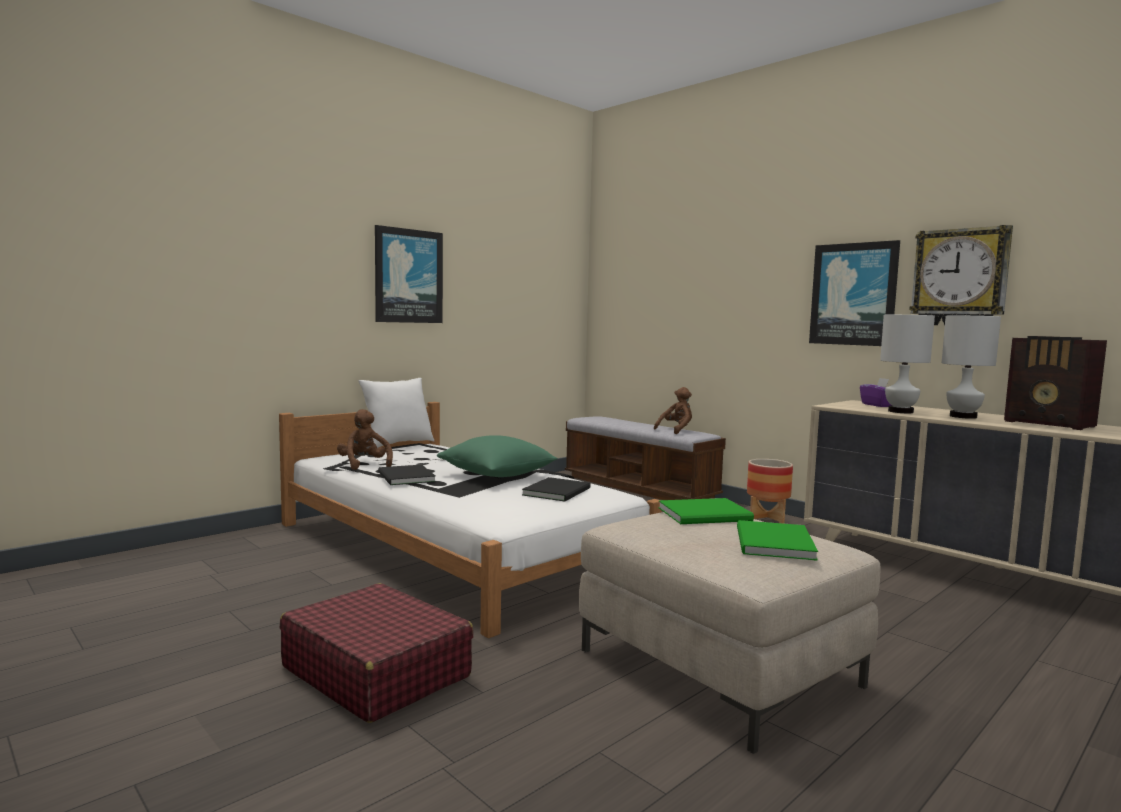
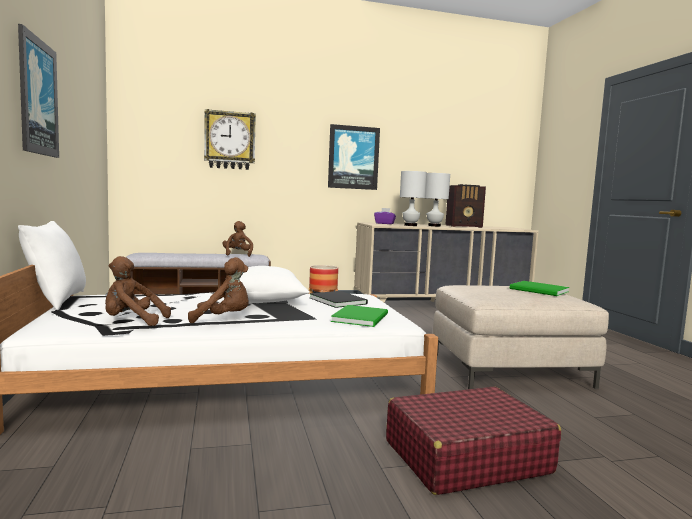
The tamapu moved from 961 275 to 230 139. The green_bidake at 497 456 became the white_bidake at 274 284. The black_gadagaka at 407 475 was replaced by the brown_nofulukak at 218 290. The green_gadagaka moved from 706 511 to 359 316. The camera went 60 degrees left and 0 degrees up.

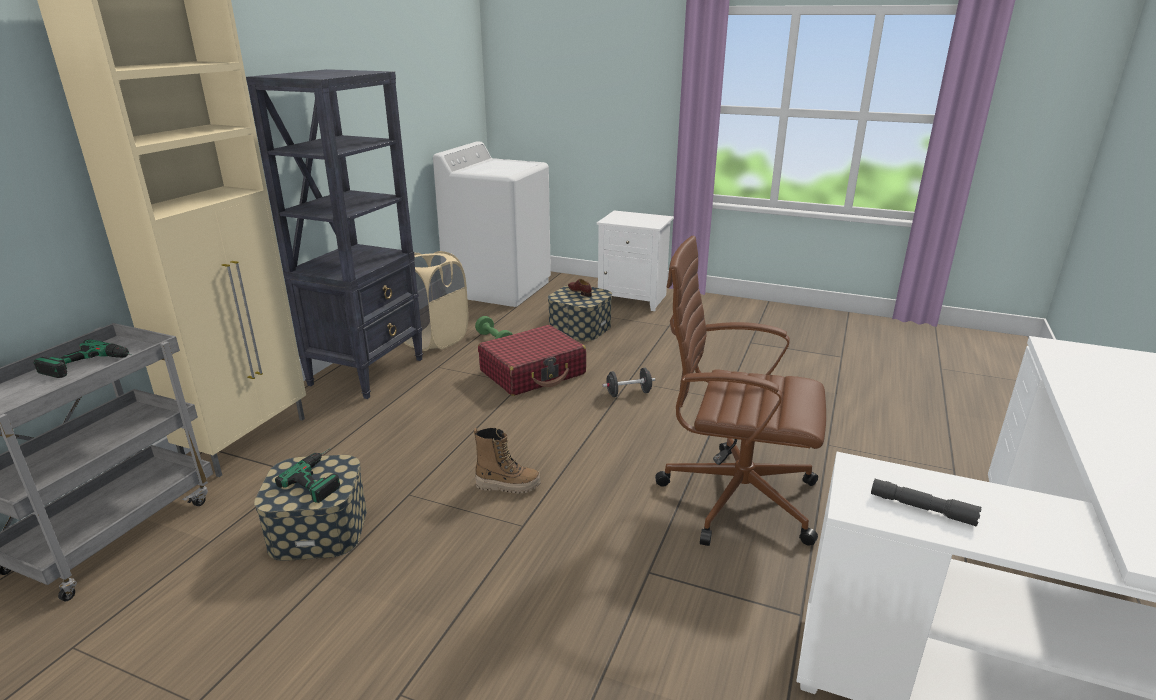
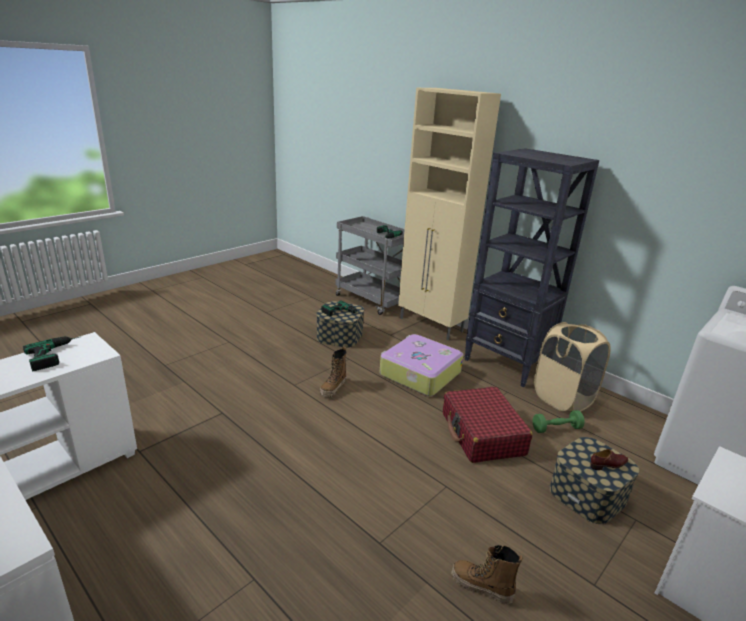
The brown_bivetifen at 740 391 disappeared. The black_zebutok at 629 382 disappeared. The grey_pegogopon at 926 503 was replaced by the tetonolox at 52 353. The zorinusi at 421 365 appeared. The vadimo at 487 574 appeared. The camera went 110 degrees right and 0 degrees up.

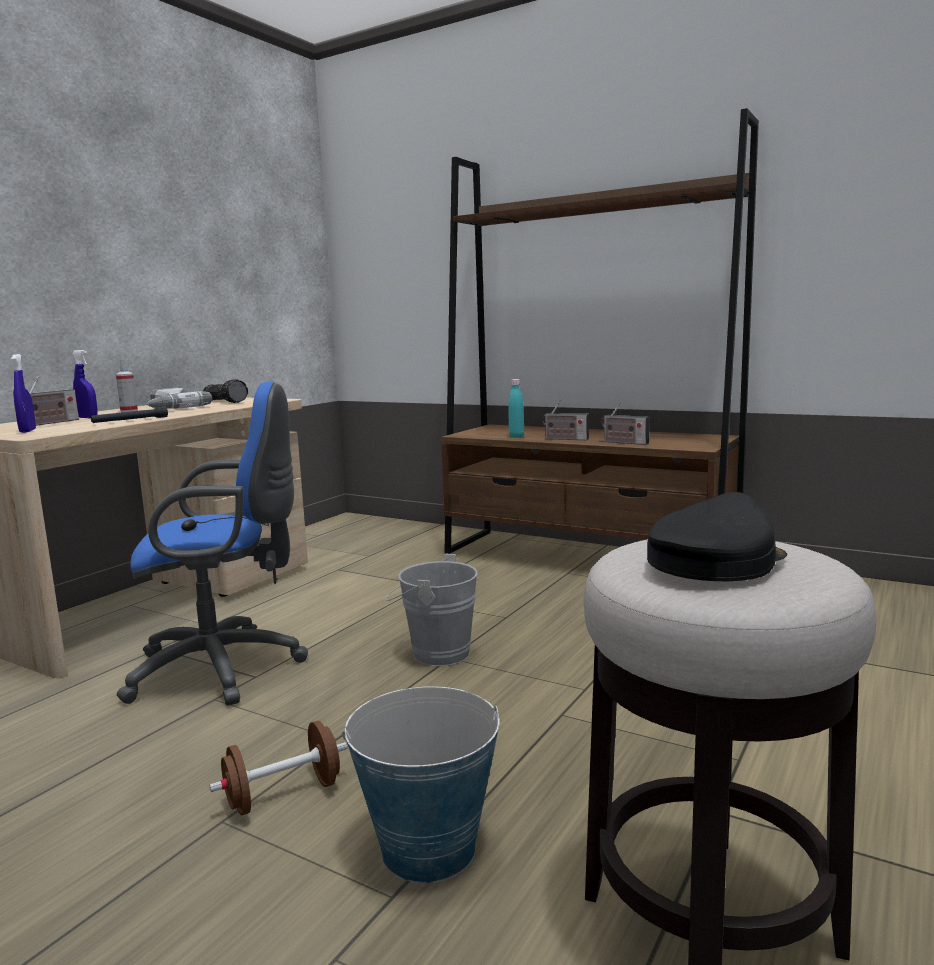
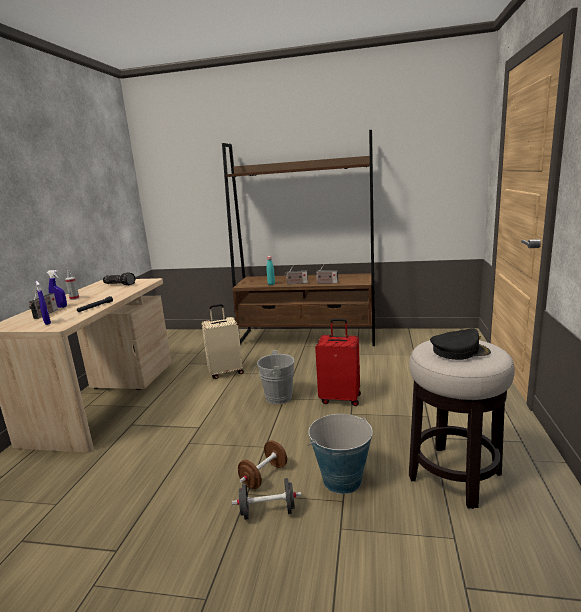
The blue_bivetifen at 212 543 disappeared. The tetonolox at 179 398 disappeared. The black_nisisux at 717 536 turned 60 degrees clockwise. The beige_zorinusi at 223 341 appeared. The red_zorinusi at 338 362 appeared. The black_zebutok at 266 499 appeared. The camera went 20 degrees left and 5 degrees up.

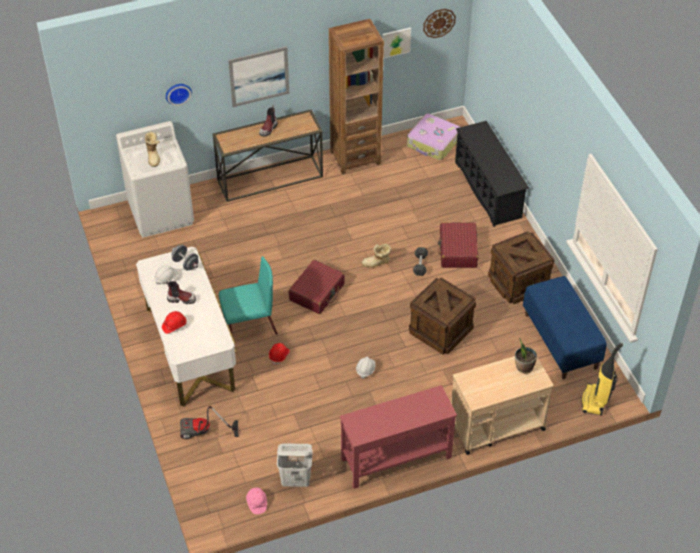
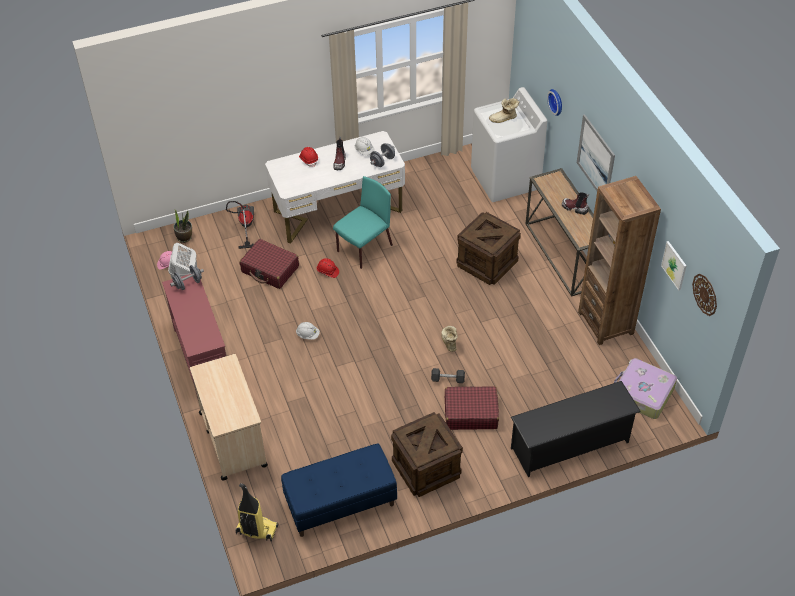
The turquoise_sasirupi at 248 295 turned 120 degrees counterclockwise. The red_zorinusi moved from 316 287 to 269 264. The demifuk moved from 442 316 to 489 248. The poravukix moved from 526 355 to 183 226. The grey_zebutok at 187 277 appeared. The camera went 90 degrees right and 0 degrees up.

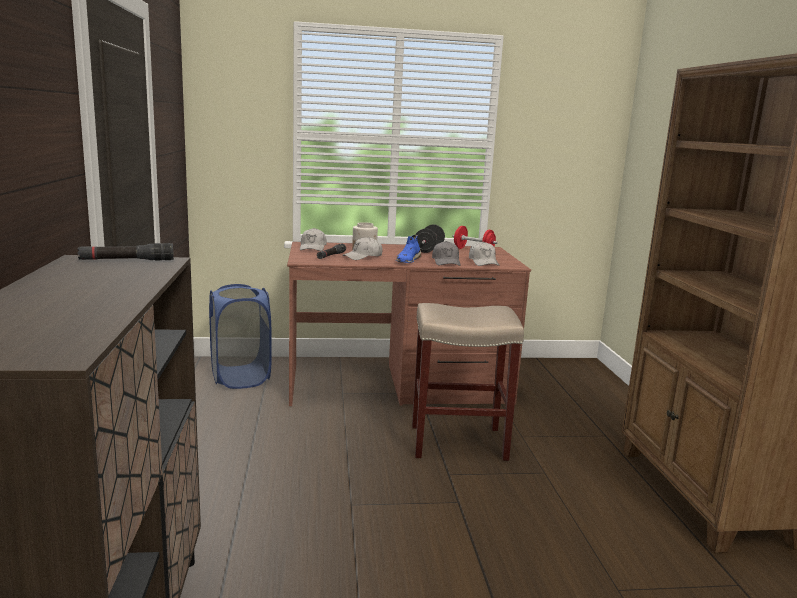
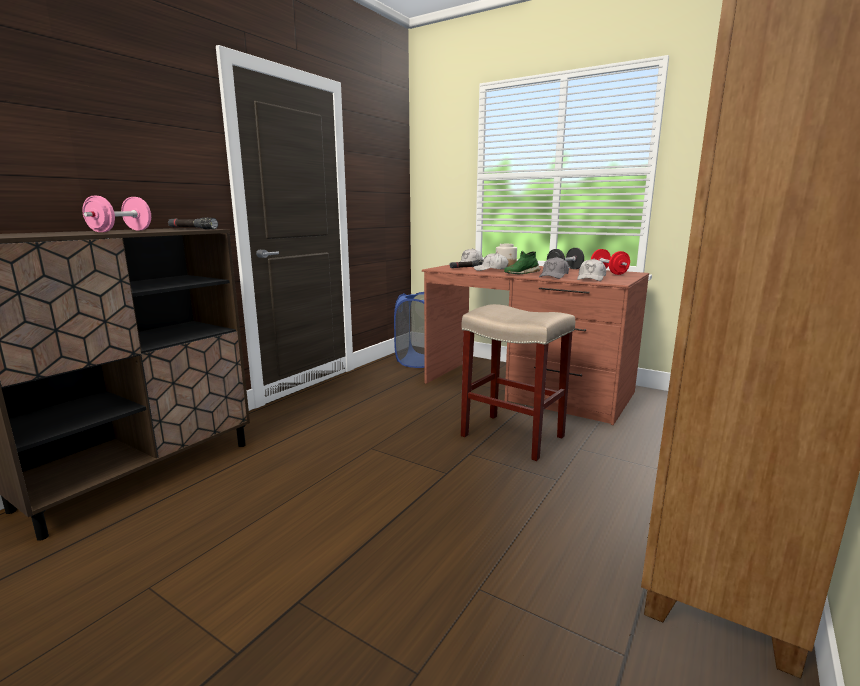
The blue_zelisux at 408 249 became the green_zelisux at 522 262. The pink_zebutok at 116 214 appeared. The camera went 40 degrees right and 0 degrees up.

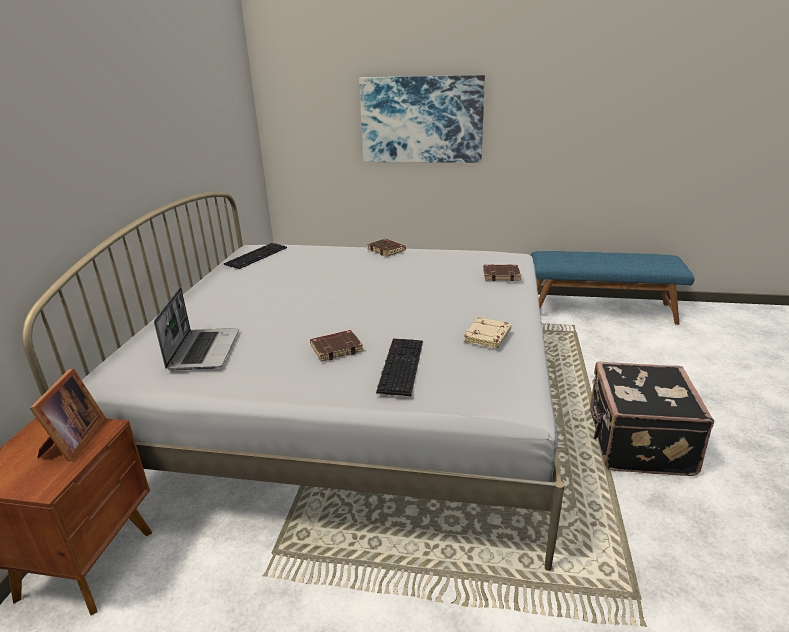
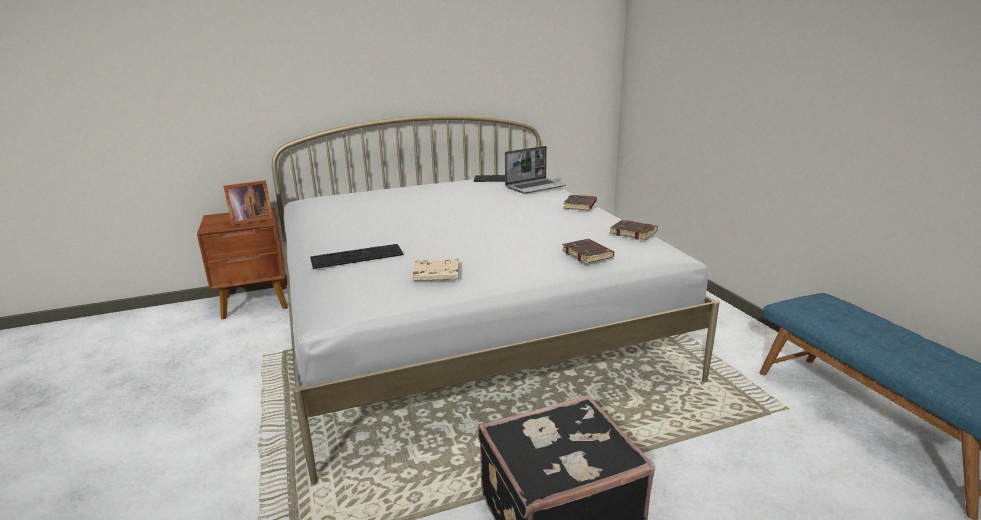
The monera at 422 119 disappeared. The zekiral moved from 196 329 to 535 170. The brown_gadagaka moved from 336 346 to 634 230. The camera went 60 degrees right and 5 degrees down.

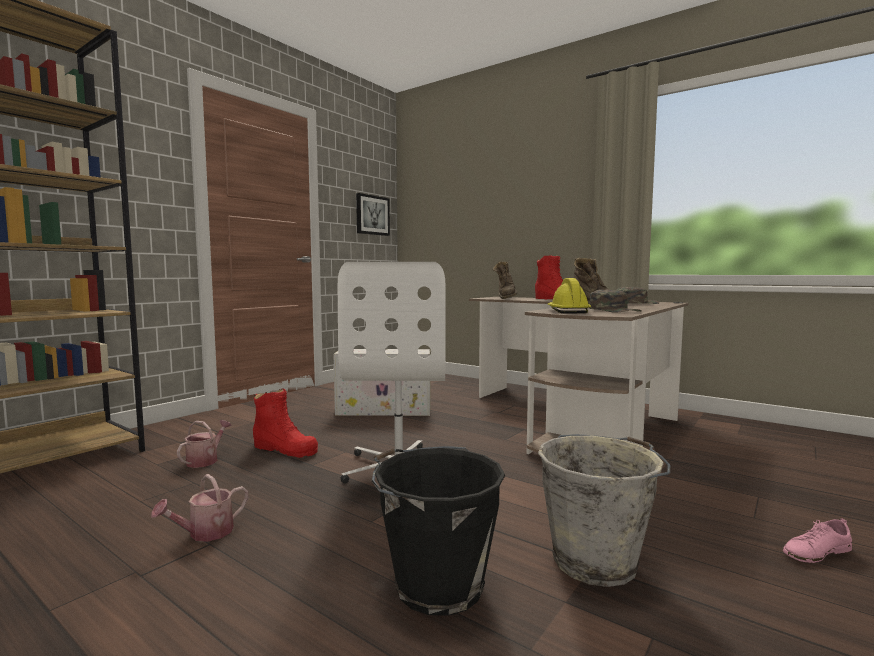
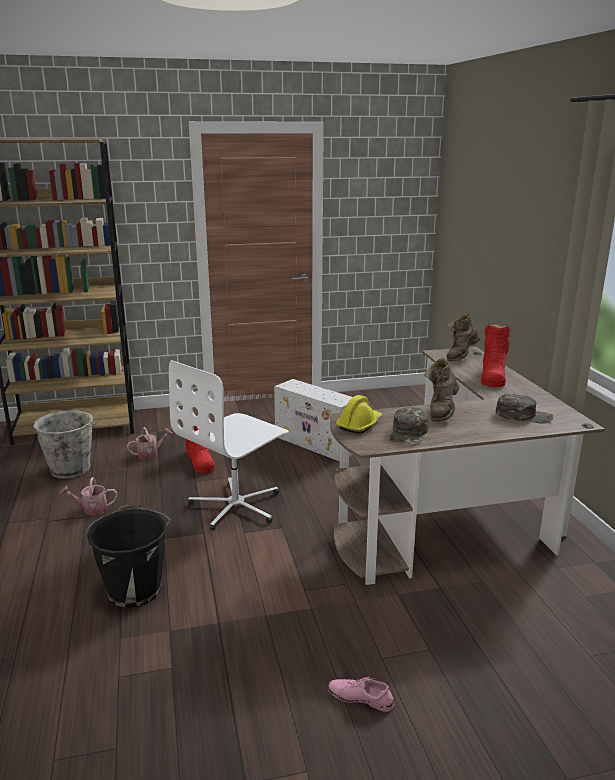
The monera at 373 214 disappeared. The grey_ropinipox moved from 604 510 to 66 444. The camera went 40 degrees right and 15 degrees up.

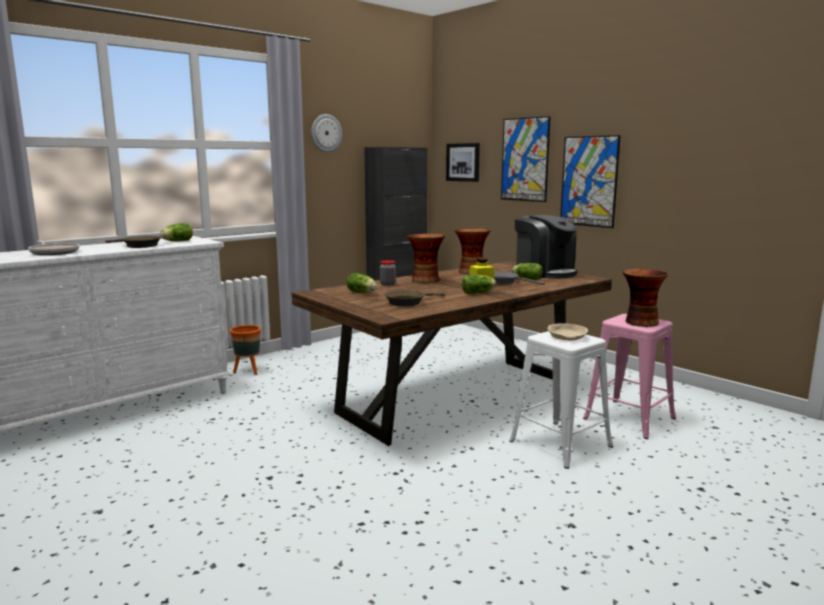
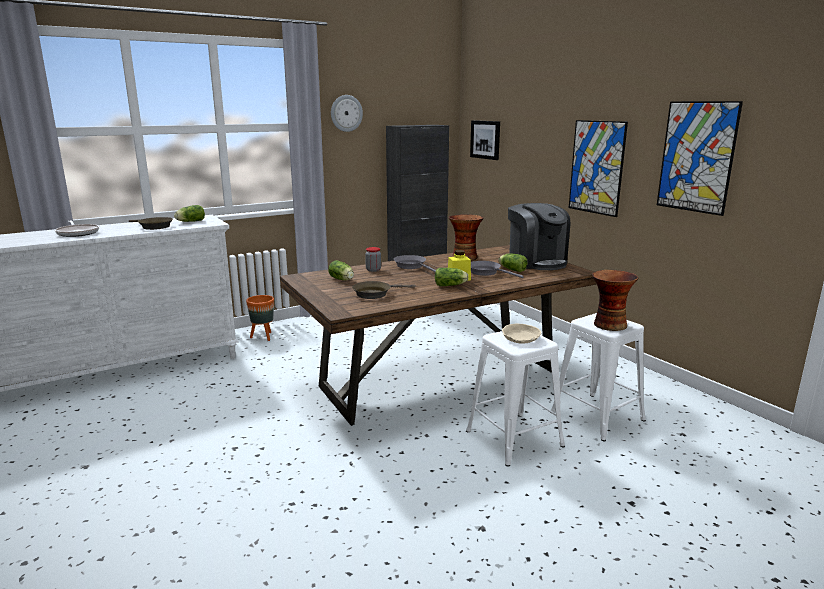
The monera moved from 526 159 to 700 158. The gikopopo at 426 258 was replaced by the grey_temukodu at 415 263. The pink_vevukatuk at 629 376 became the white_vevukatuk at 598 377. The camera went 10 degrees right and 5 degrees up.

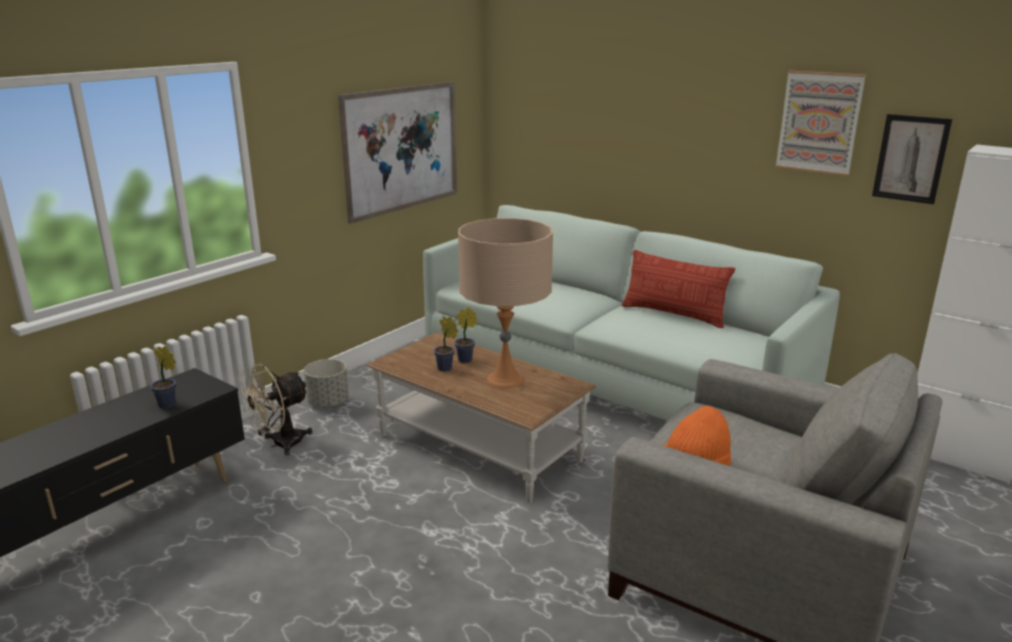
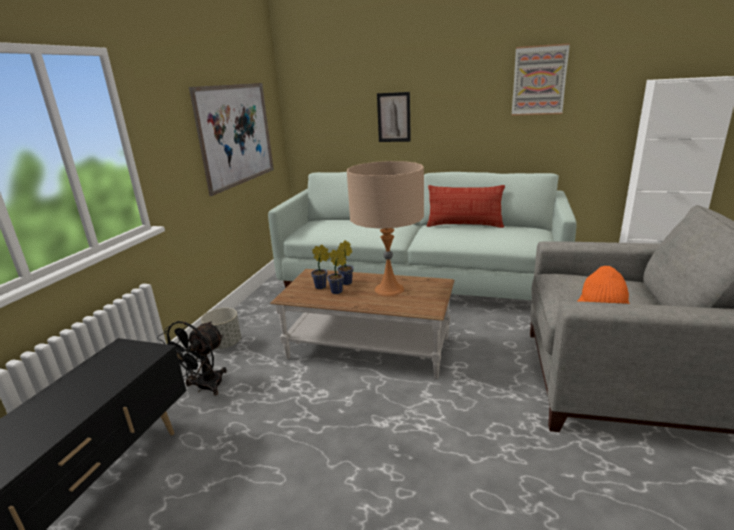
The monera moved from 912 159 to 394 117. The poravukix moved from 163 377 to 320 267. The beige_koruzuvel at 275 409 became the black_koruzuvel at 192 358. The camera went 20 degrees left and 0 degrees up.

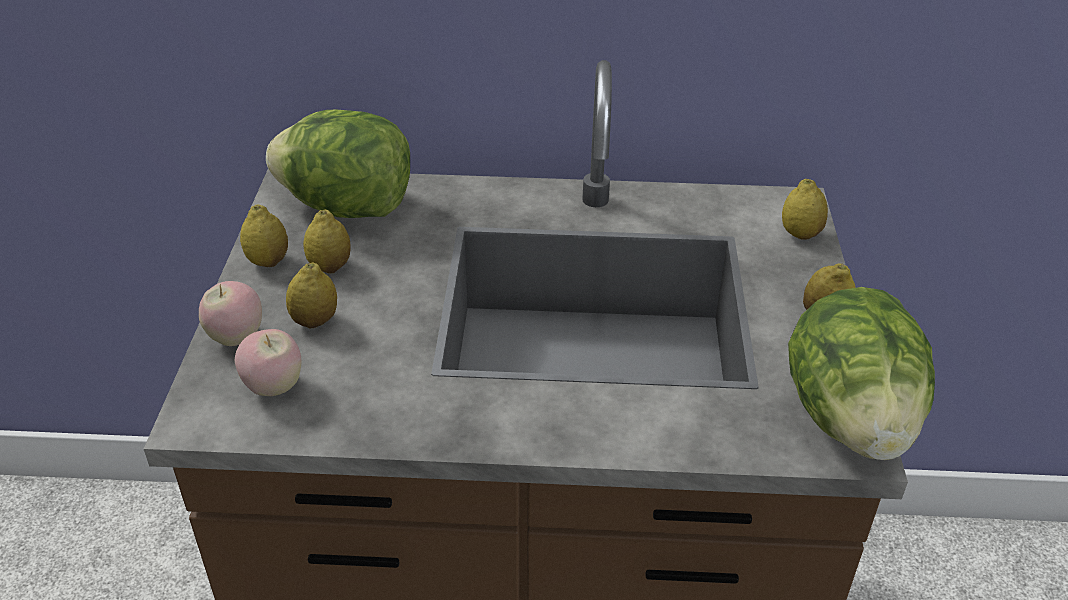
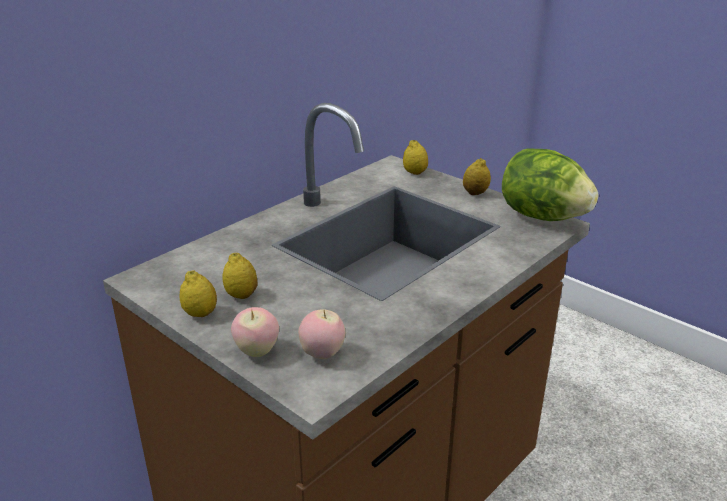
The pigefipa at 338 164 disappeared. The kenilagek at 311 295 disappeared. The camera went 50 degrees left and 10 degrees down.

